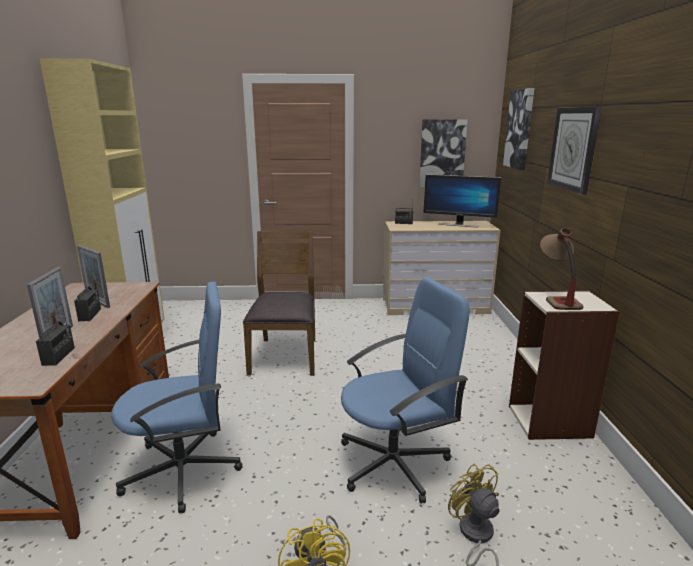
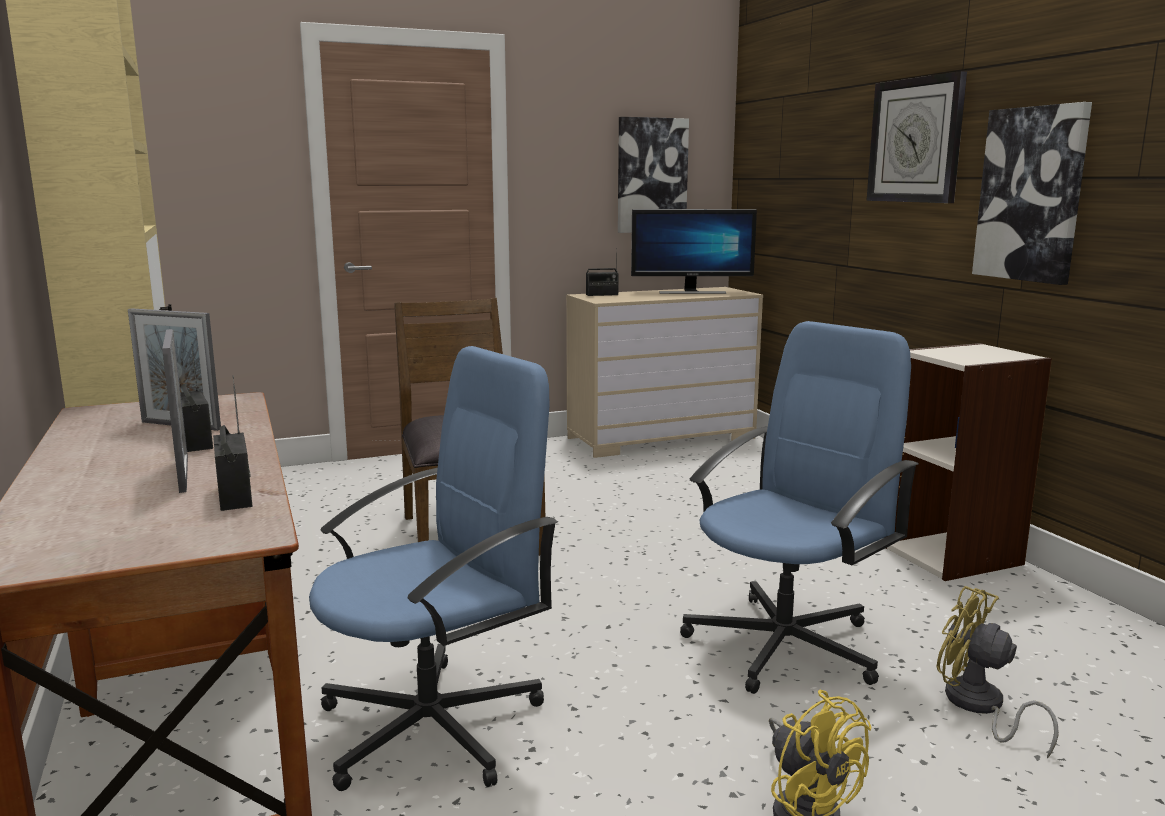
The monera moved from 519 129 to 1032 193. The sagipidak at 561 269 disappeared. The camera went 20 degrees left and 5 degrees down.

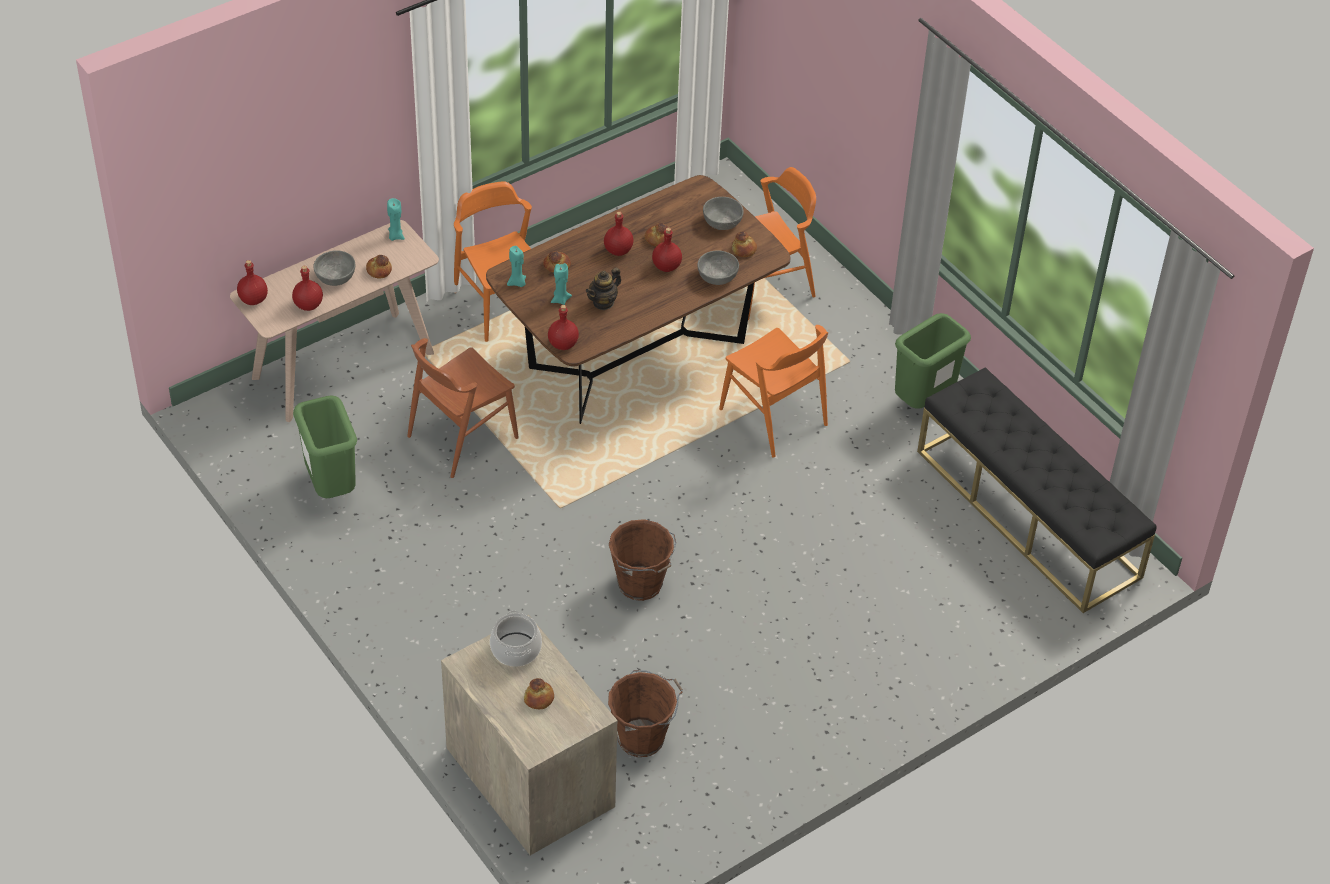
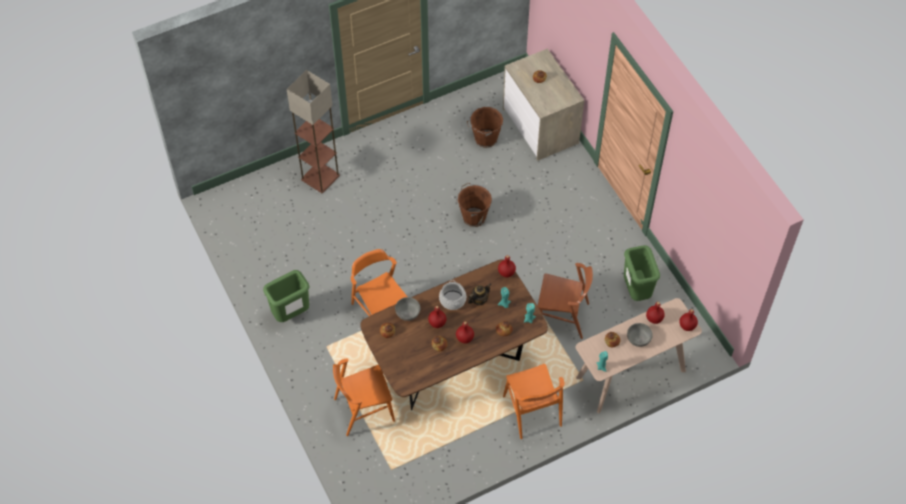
The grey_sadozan at 723 213 disappeared. The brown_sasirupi at 463 408 turned 45 degrees clockwise. The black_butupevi at 1037 490 disappeared. The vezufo moved from 516 638 to 452 295. The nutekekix at 313 131 appeared. The camera went 170 degrees left and 10 degrees up.

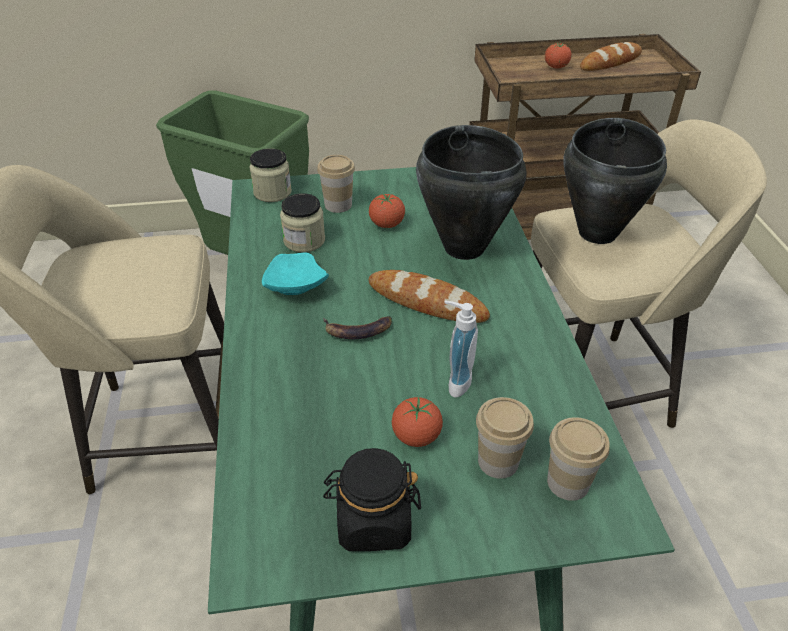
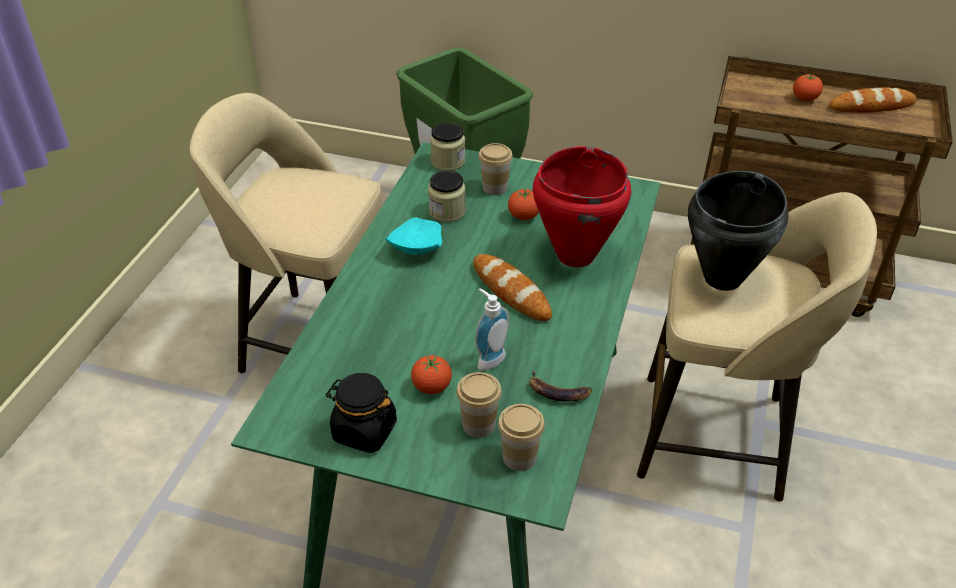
The black_vezufo at 471 192 became the red_vezufo at 582 206. The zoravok moved from 357 327 to 560 385. The camera went 25 degrees right and 0 degrees up.

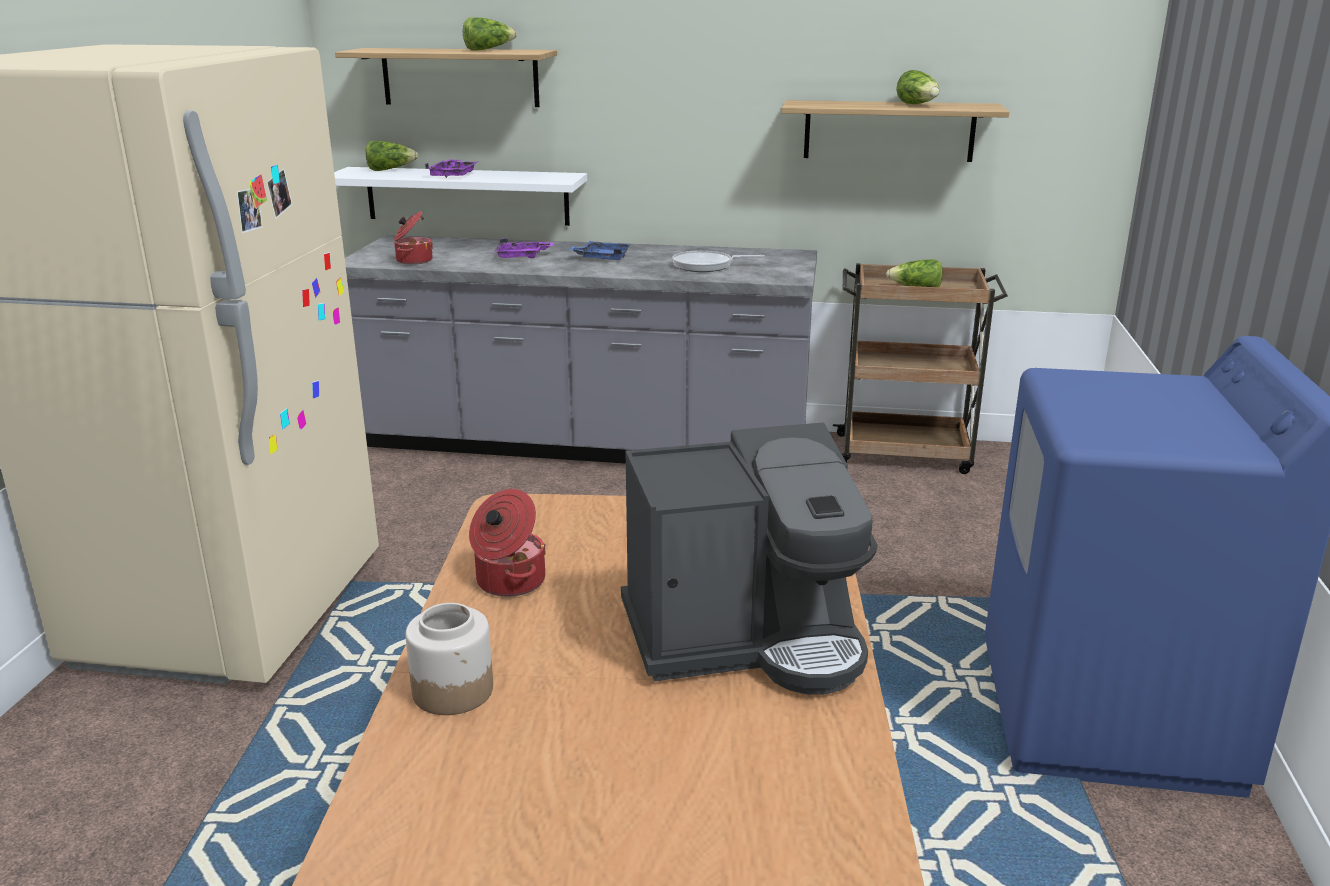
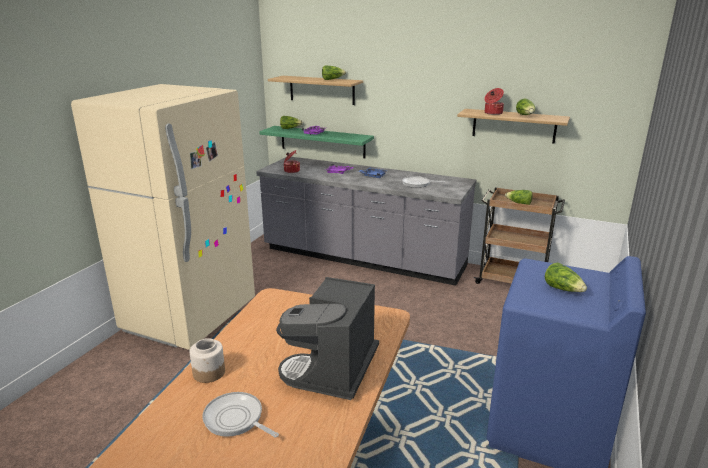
The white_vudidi at 460 196 became the green_vudidi at 316 142. The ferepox at 749 559 turned 105 degrees clockwise. The vezufo moved from 507 543 to 494 101. The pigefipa at 566 277 appeared. The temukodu at 240 415 appeared. The camera went 15 degrees right and 0 degrees up.

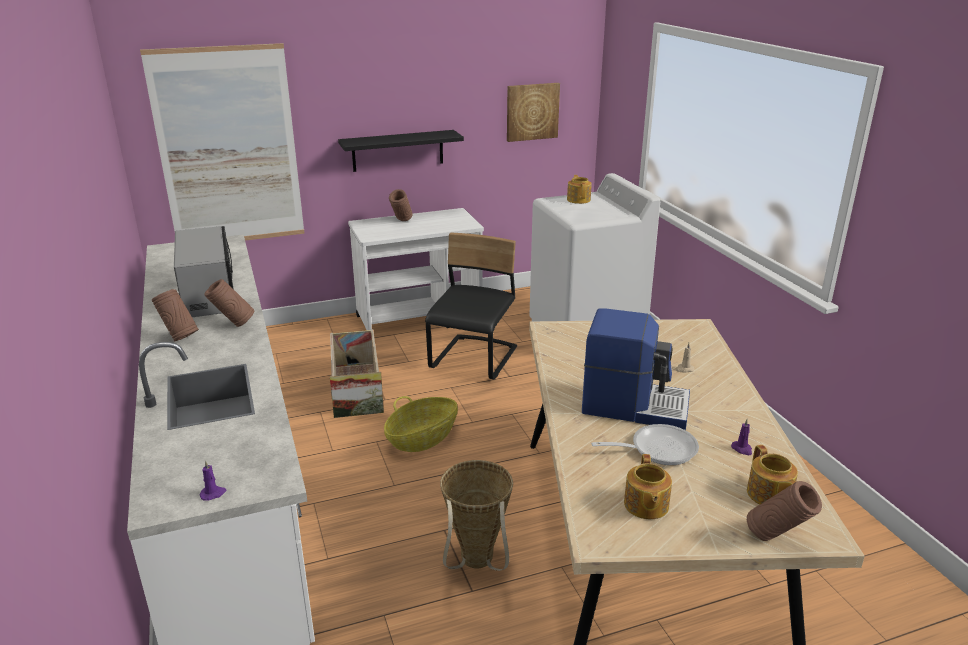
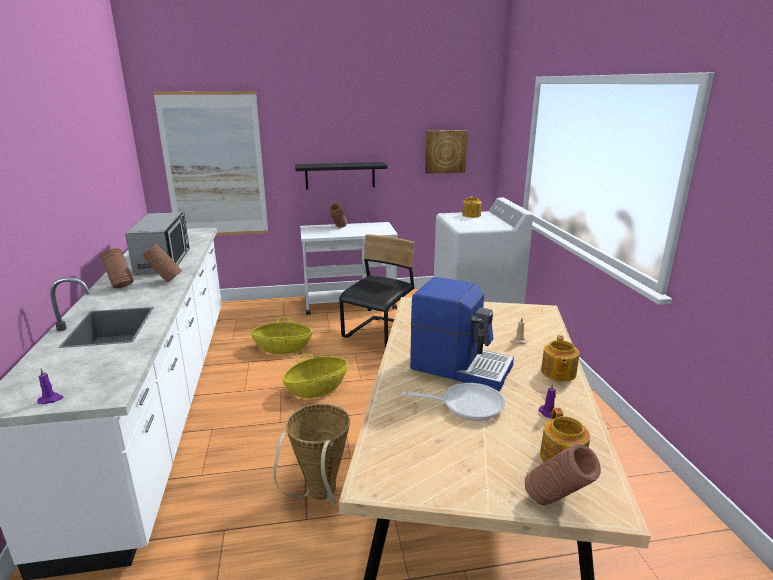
The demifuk at 357 373 was replaced by the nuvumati at 281 335. The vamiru moved from 648 486 to 560 358. The camera went 10 degrees right and 5 degrees down.

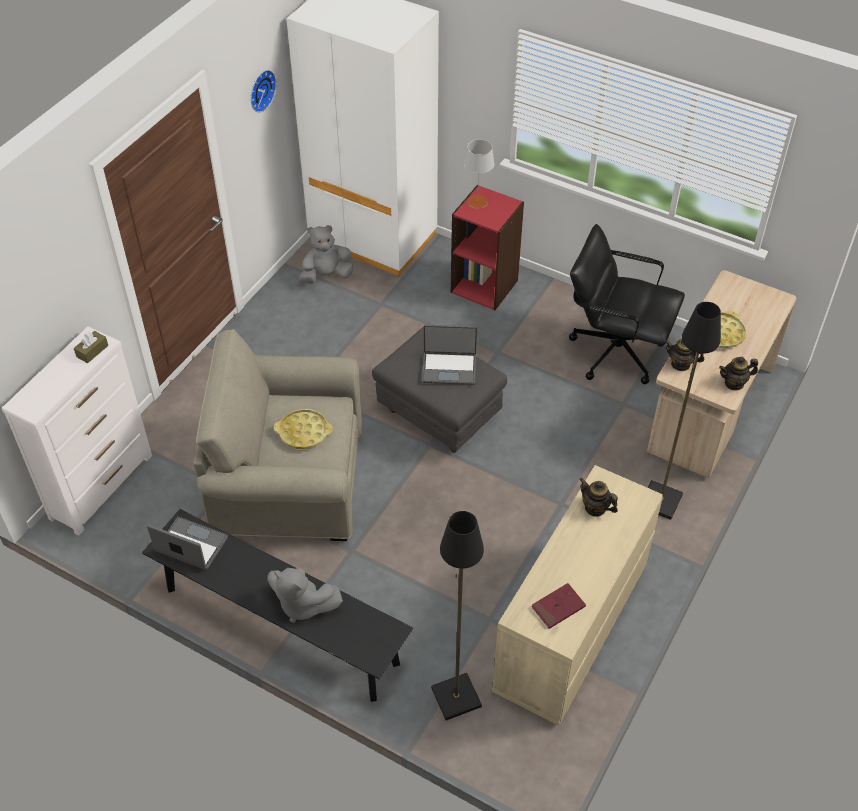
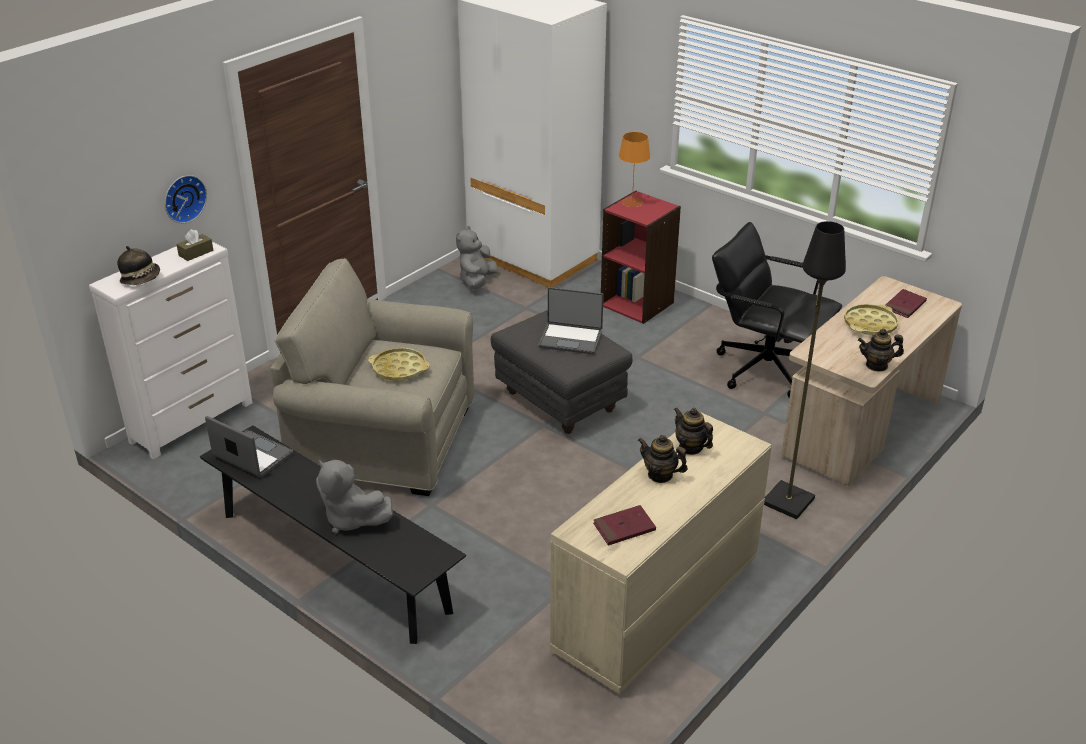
The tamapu moved from 263 91 to 186 199. The grey_sagipidak at 479 174 became the orange_sagipidak at 634 169. The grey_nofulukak at 326 254 turned 60 degrees counterclockwise. The vamiru moved from 684 354 to 662 459. The black_nutekekix at 457 615 disappeared. The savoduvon at 138 265 appeared. The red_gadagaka at 906 303 appeared. The camera went 10 degrees right and 15 degrees down.

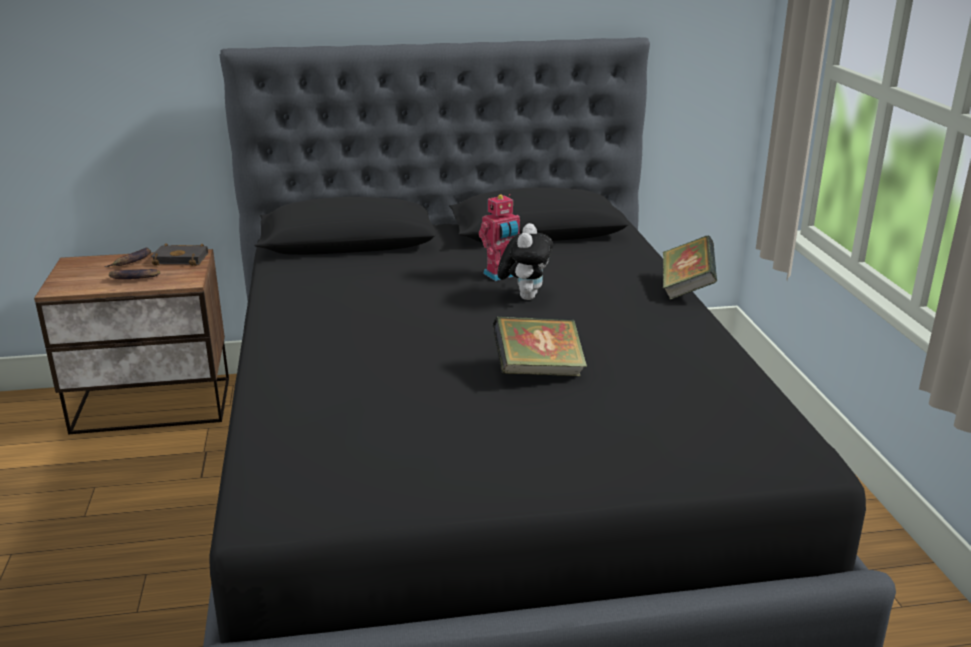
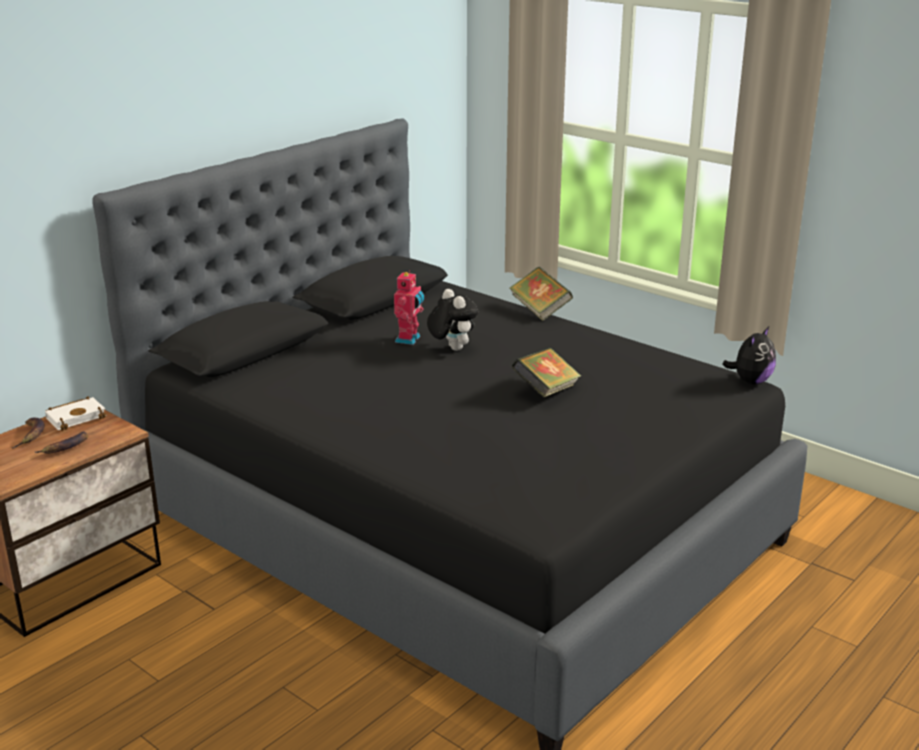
The black_gadagaka at 179 254 became the white_gadagaka at 75 413. The nofulukak at 749 356 appeared. The camera went 40 degrees left and 0 degrees up.

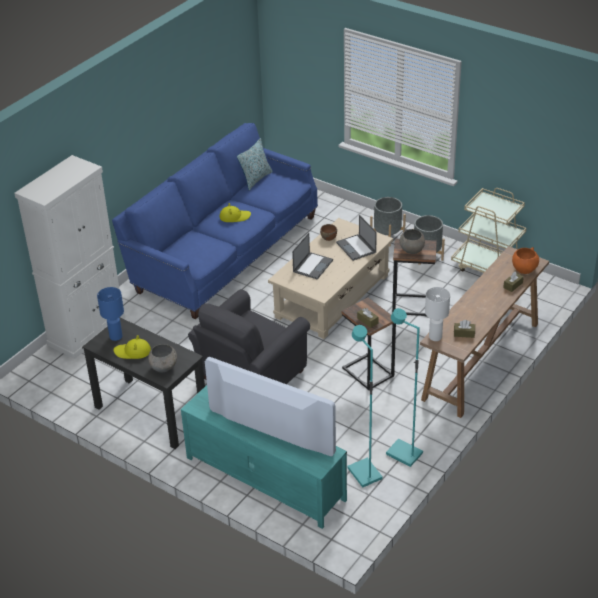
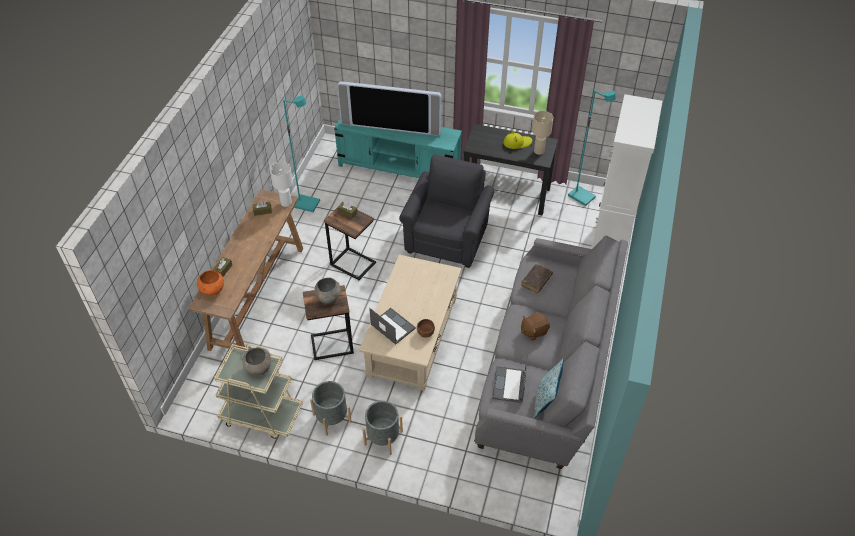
The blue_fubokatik at 215 221 became the grey_fubokatik at 551 352. The yellow_savoduvon at 235 212 was replaced by the brown_nofulukak at 535 326. The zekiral moved from 312 256 to 510 379. The blue_sagipidak at 110 314 became the beige_sagipidak at 542 133. The turquoise_nutekekix moved from 365 406 to 592 148. The grey_sadozan moved from 162 358 to 256 360. The brown_gadagaka at 537 278 appeared. The camera went 160 degrees right and 10 degrees up.

